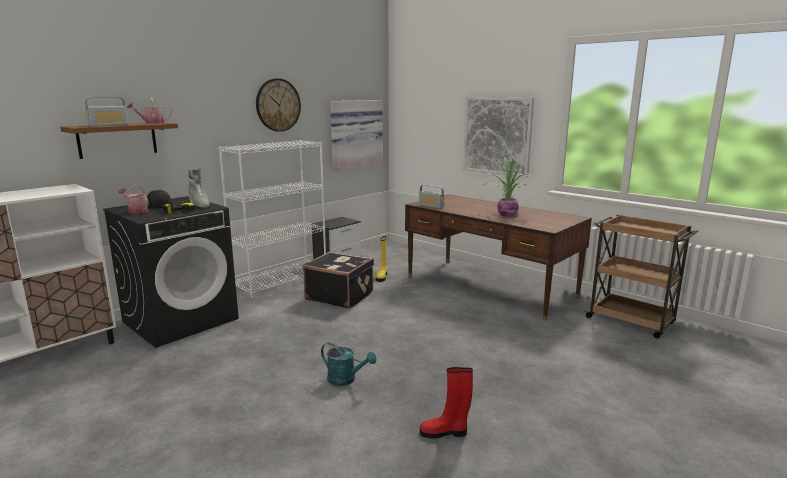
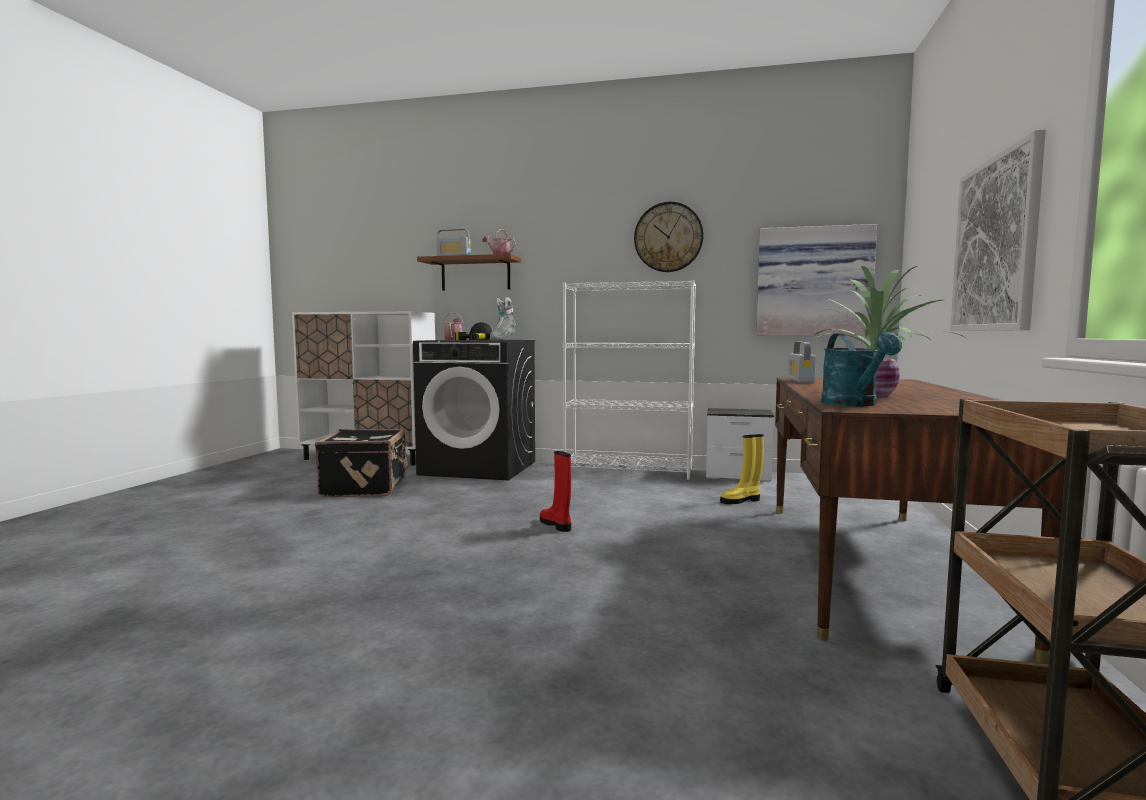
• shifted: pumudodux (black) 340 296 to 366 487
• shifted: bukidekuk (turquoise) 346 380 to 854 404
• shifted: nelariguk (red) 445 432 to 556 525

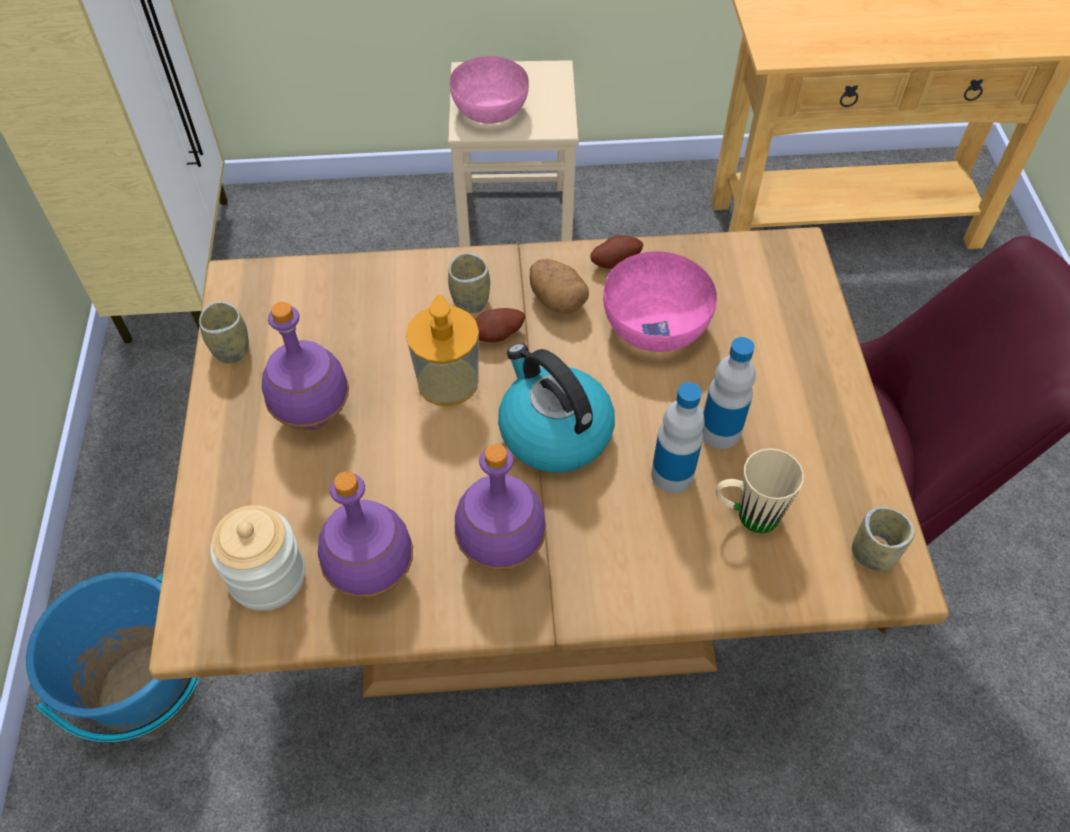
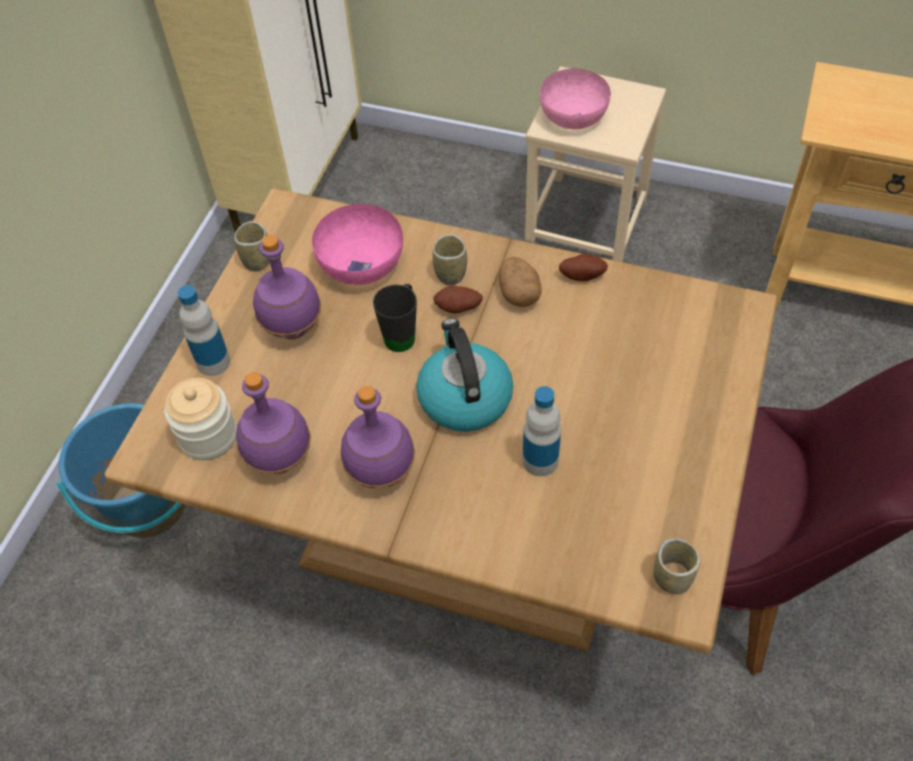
• shifted: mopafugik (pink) 656 325 to 362 264
• swapped: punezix 448 382 to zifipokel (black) 402 333
• shifted: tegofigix 720 431 to 213 362
• gone: zifipokel (beige) 747 515

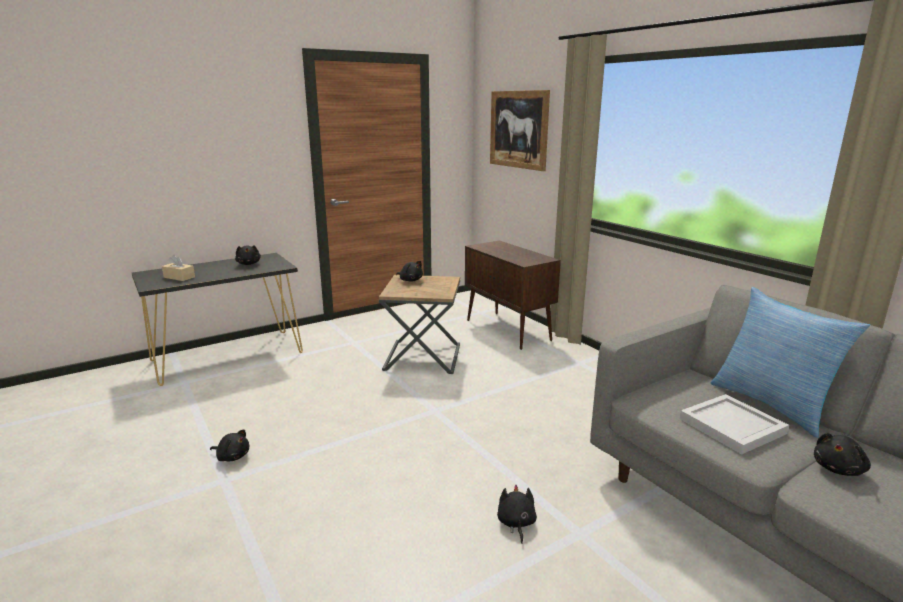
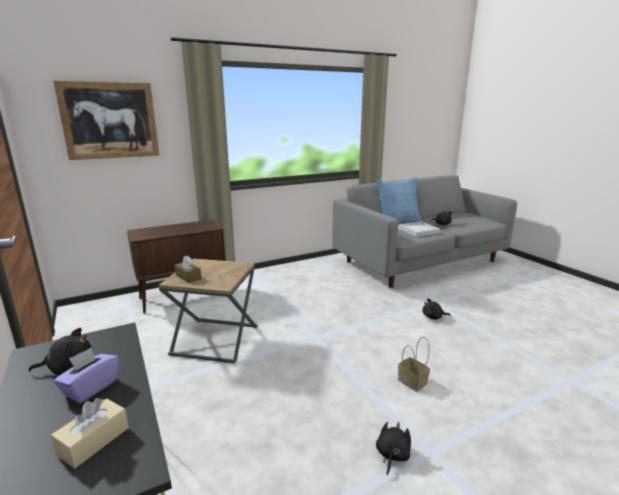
• swapped: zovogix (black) 410 280 to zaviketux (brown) 188 277
• new: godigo 413 382
• new: zaviketux (purple) 91 388

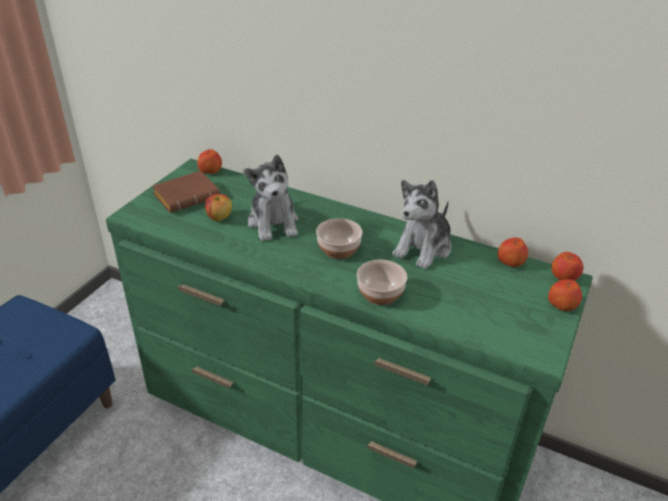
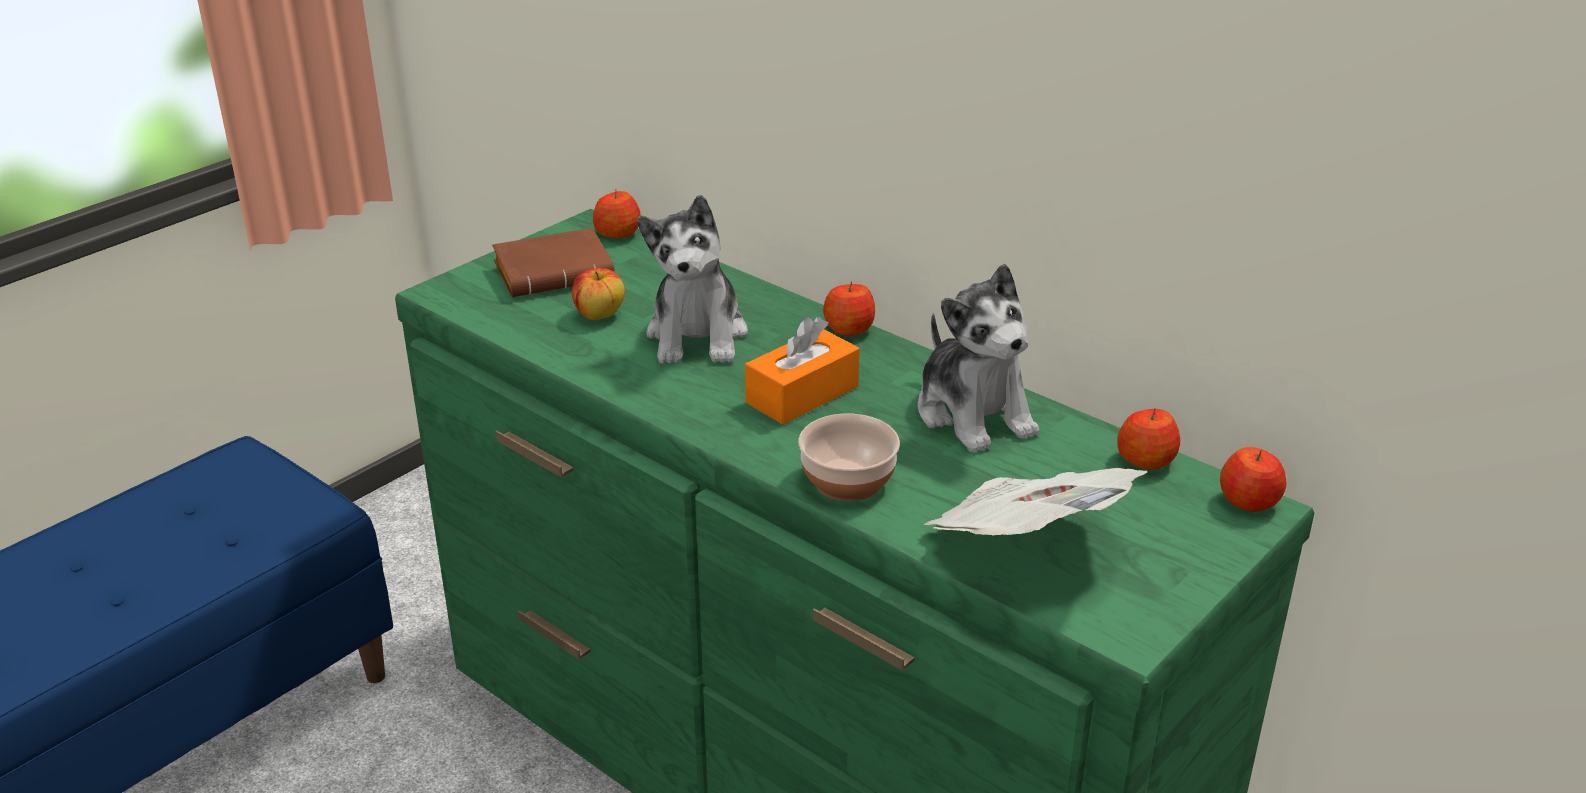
• rotated: zovogix 423 248 = 974 414 75 degrees counterclockwise
• swapped: mopafugik 338 249 to zaviketux (orange) 802 394
• shifted: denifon 562 304 to 849 329
• new: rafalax 1027 543

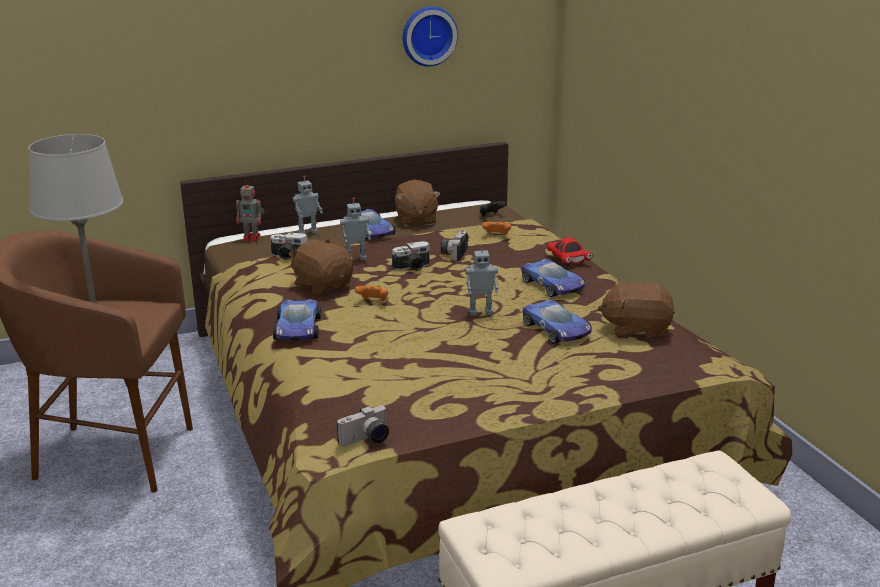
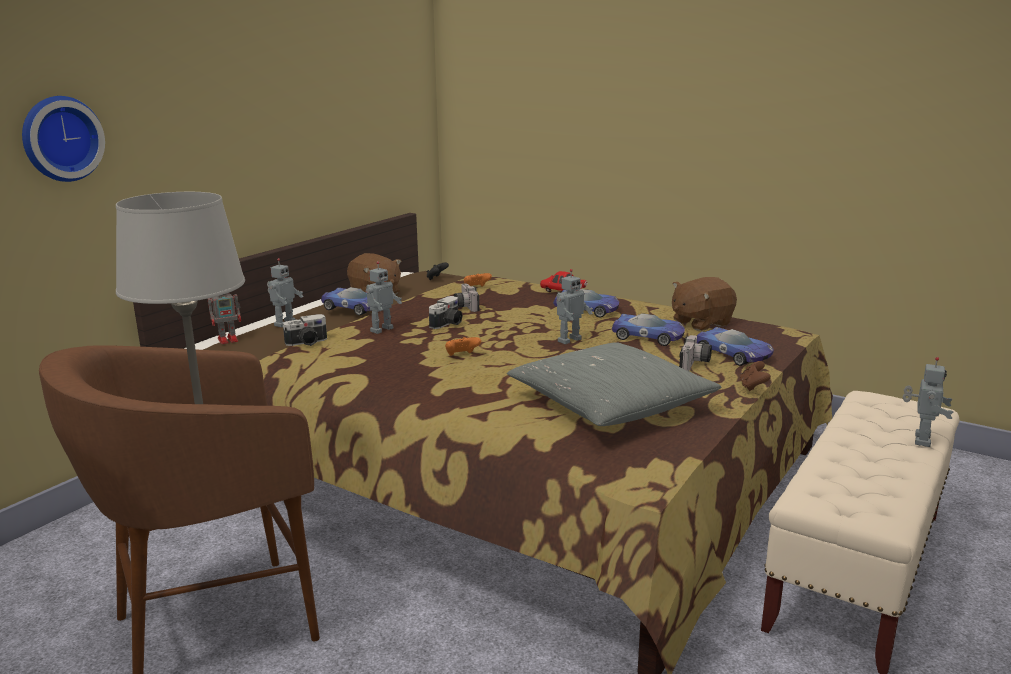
• shifted: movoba 428 35 to 60 138
• gone: zovogix (brown) 323 285
• shifted: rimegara 297 328 to 734 354
• shifted: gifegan 366 440 to 695 364
• new: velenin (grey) 610 404
• new: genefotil 920 439
• new: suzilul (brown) 753 387

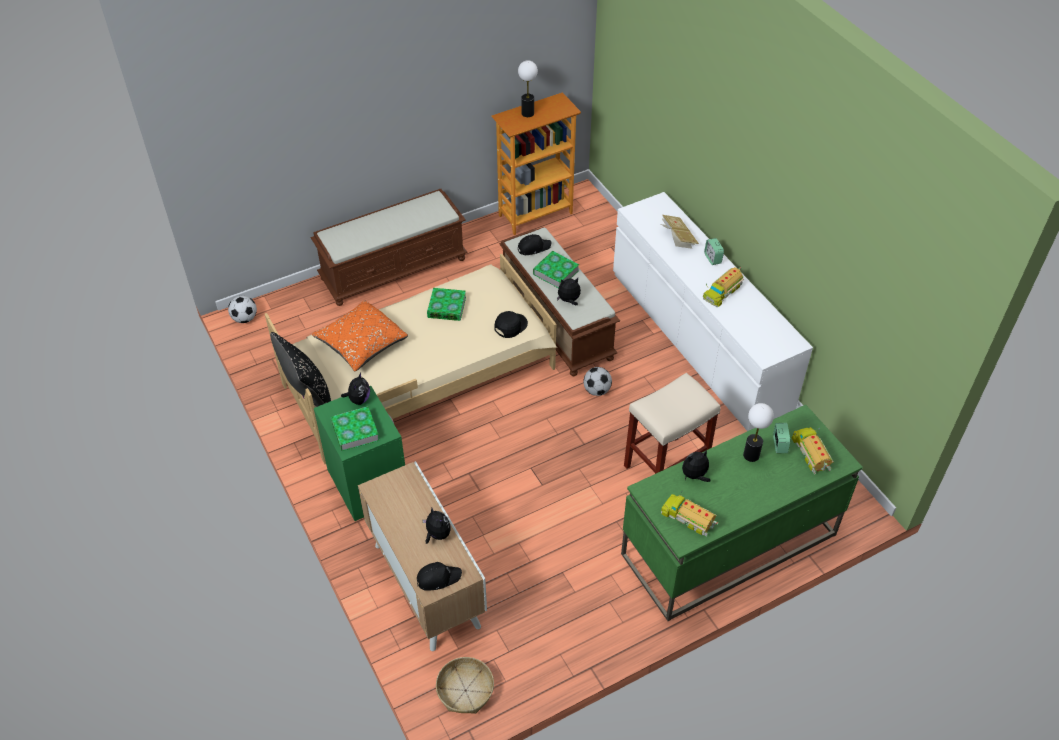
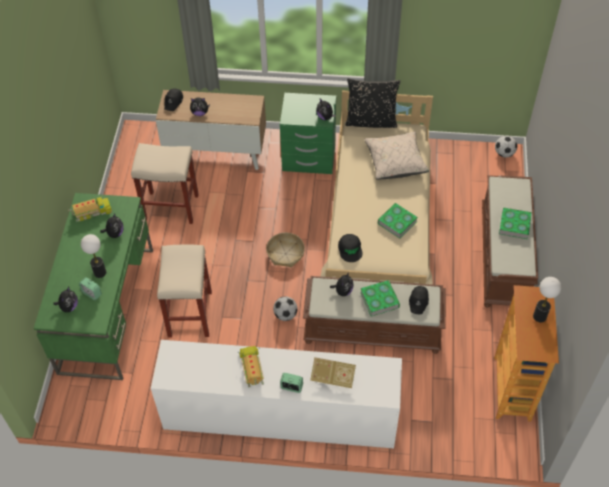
• repainted: velenin (orange) 361 344 to velenin (beige) 395 162
• shifted: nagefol 355 431 to 514 225
• swapped: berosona 812 453 to zovogix 69 307
• shifted: godigo 465 690 to 285 253
• new: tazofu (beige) 172 207

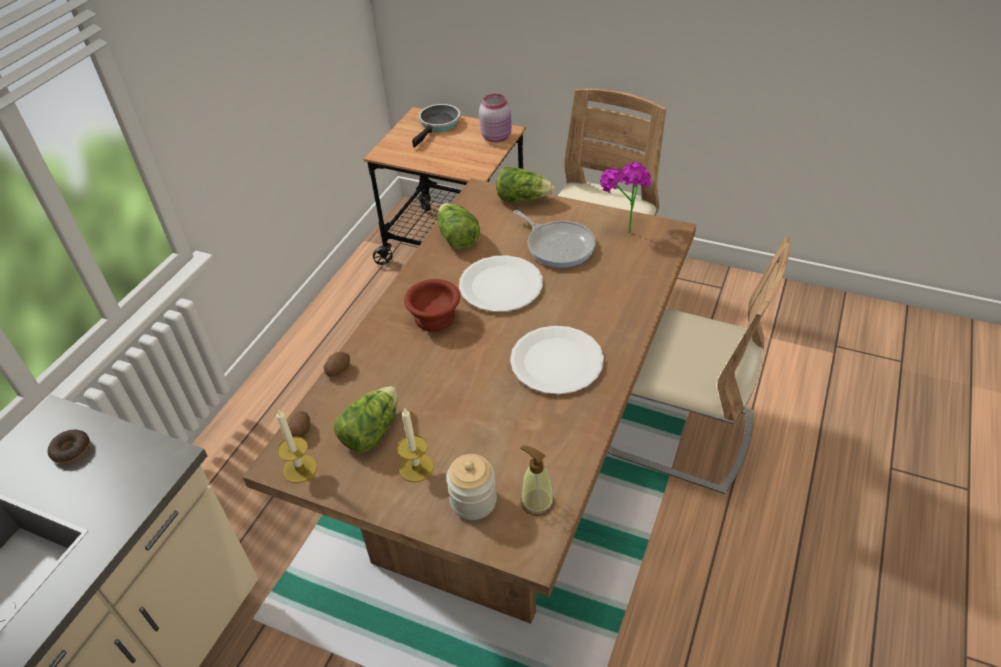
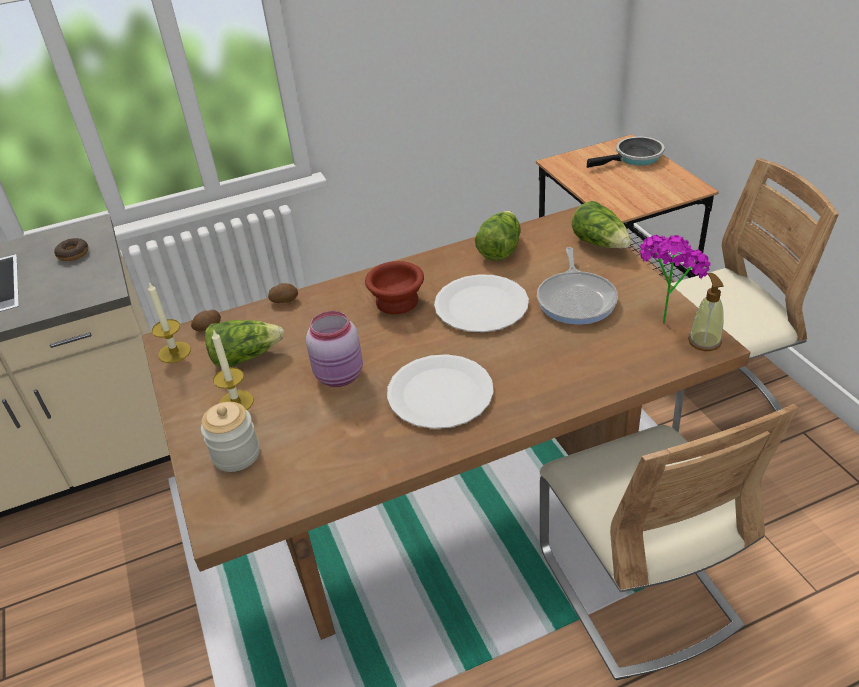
• shifted: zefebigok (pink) 497 137 to 340 376
• shifted: punezix 537 502 to 704 341

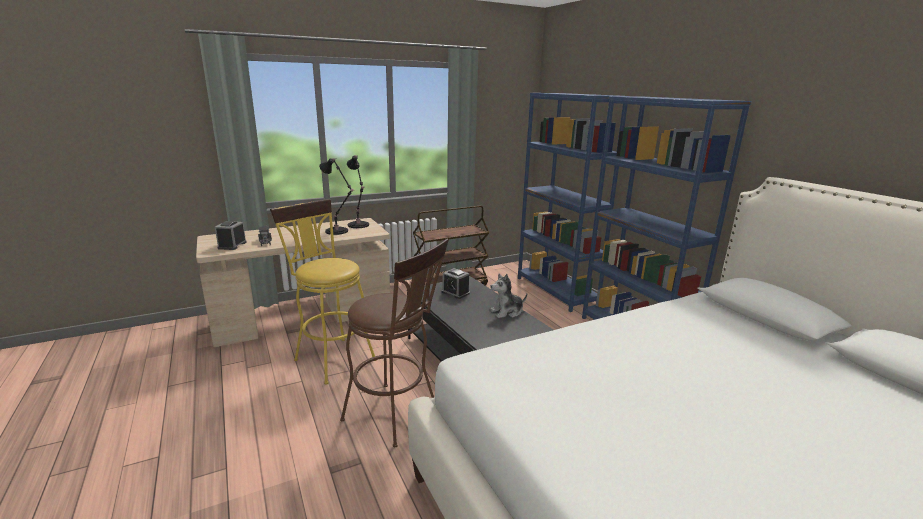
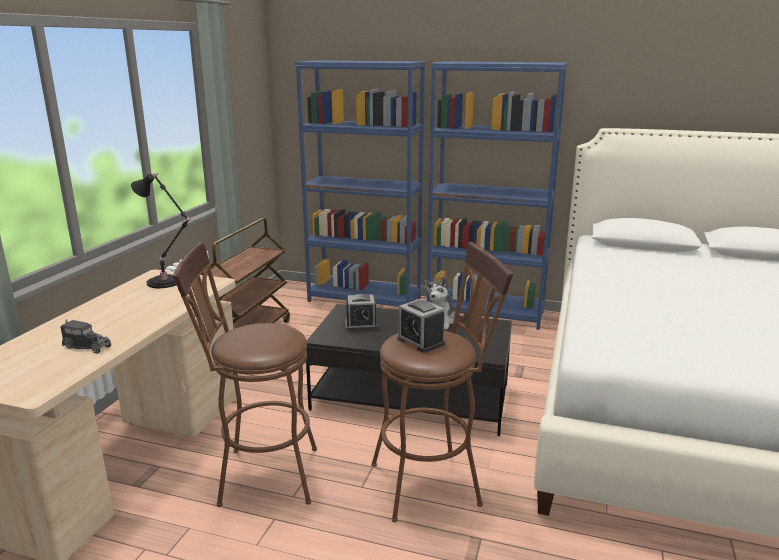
• gone: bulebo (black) 338 231
• repainted: tazofu (yellow) 331 357 to tazofu (brown) 259 476
• shifted: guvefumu 232 245 to 420 341

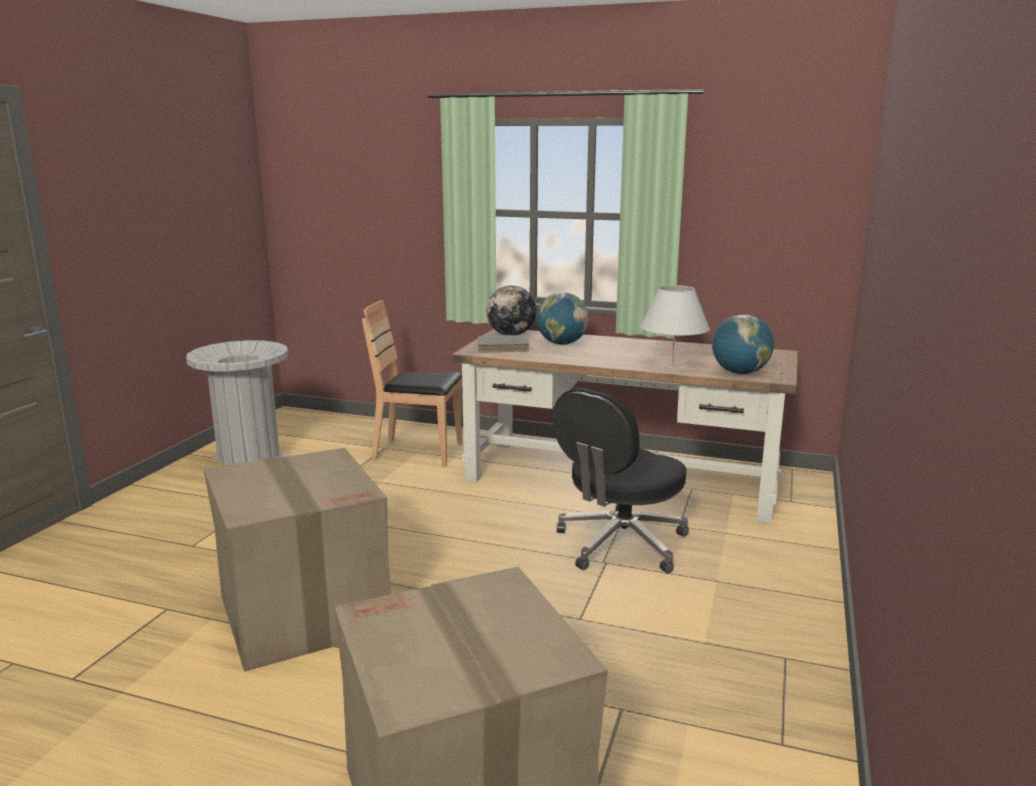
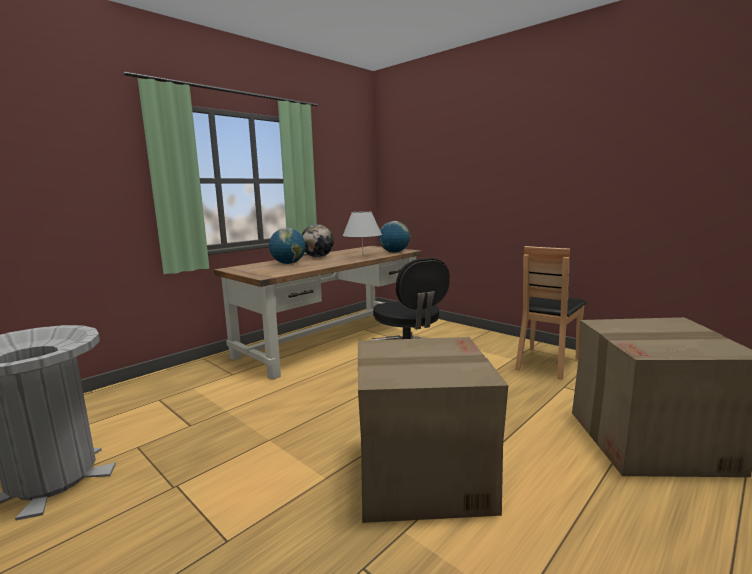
• shifted: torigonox 511 335 to 318 257
• shifted: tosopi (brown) 418 452 to 546 363
• gone: nagefol (grey) 504 347

